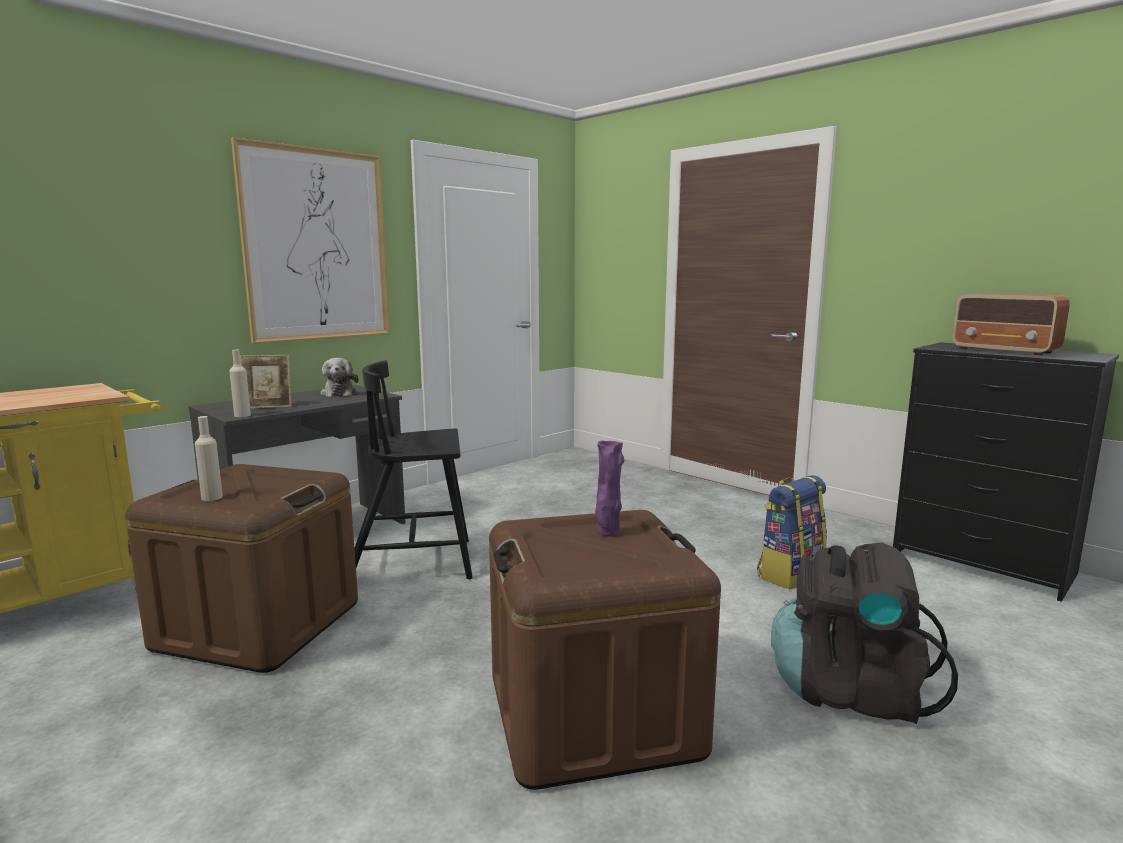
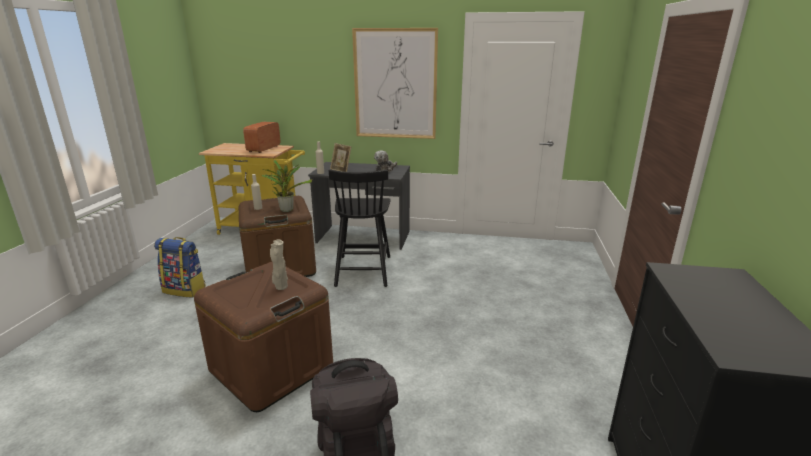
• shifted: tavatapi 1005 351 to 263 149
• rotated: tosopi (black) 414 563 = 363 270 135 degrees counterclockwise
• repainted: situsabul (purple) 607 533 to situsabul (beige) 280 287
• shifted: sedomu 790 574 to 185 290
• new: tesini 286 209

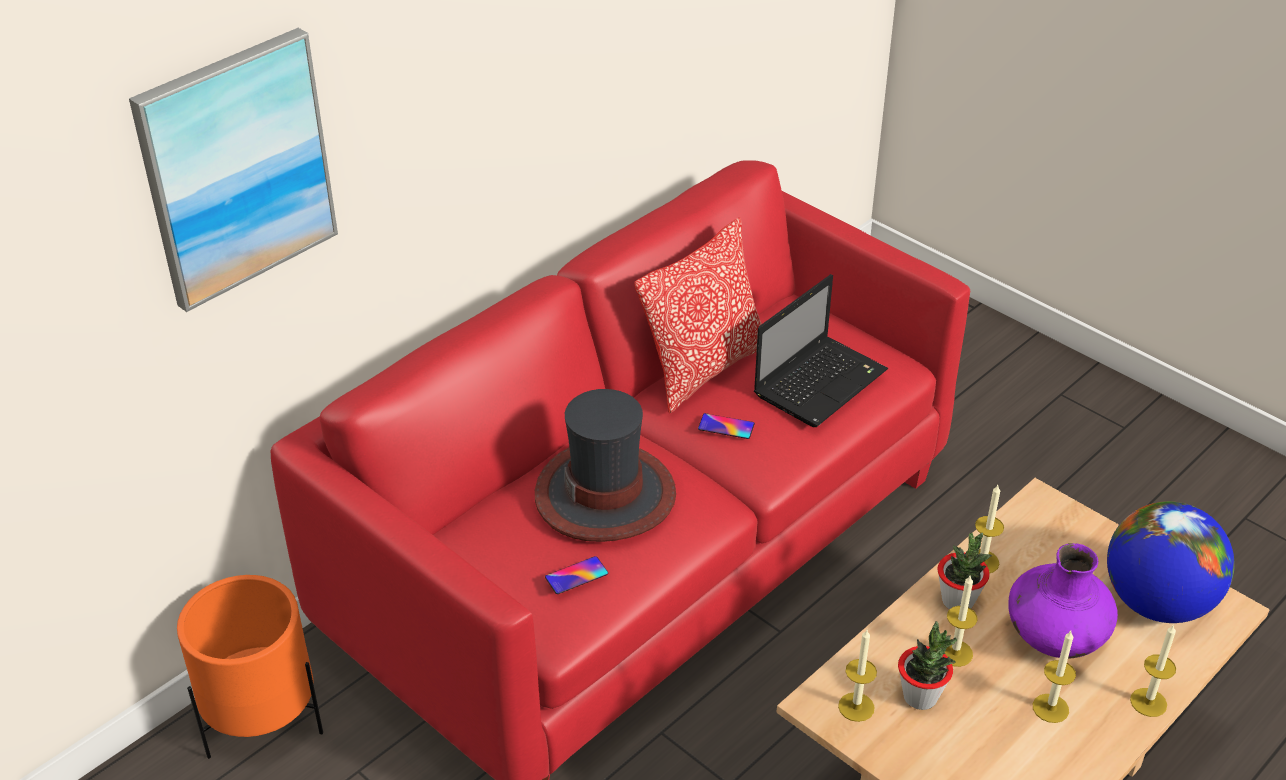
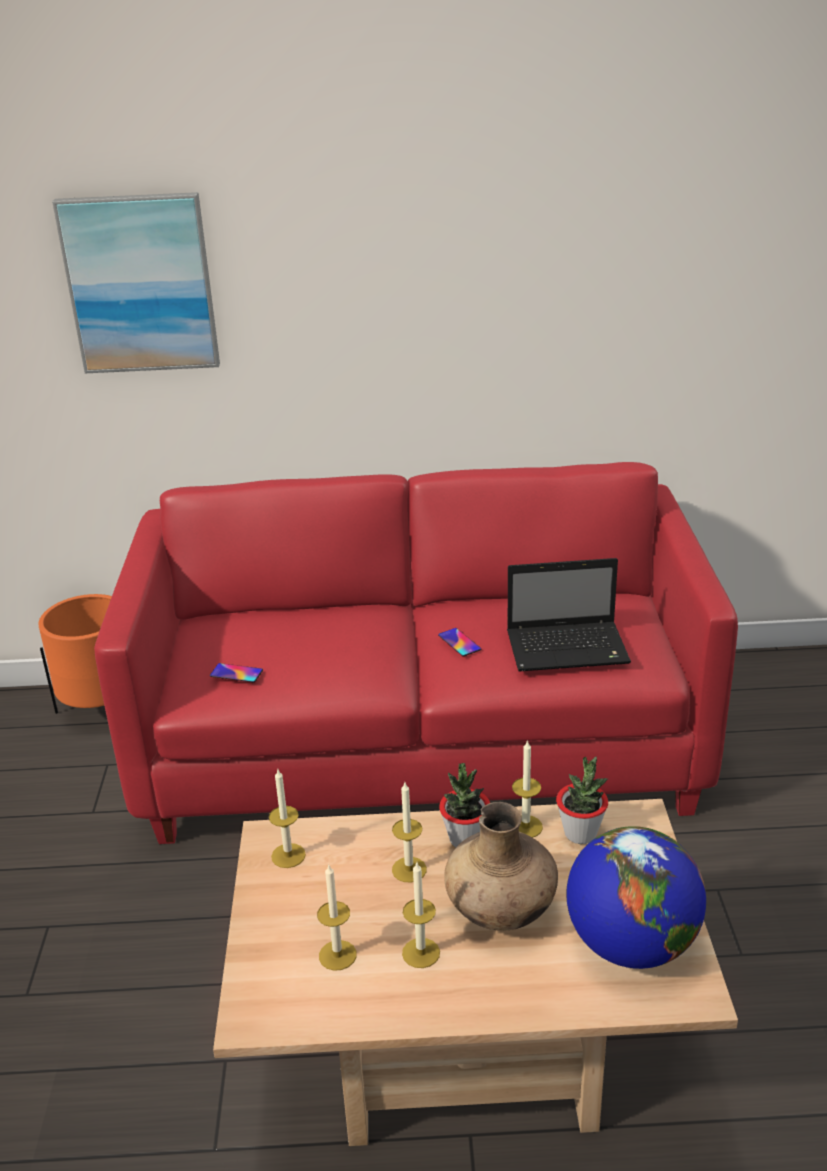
• gone: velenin 704 369
• gone: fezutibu 606 494
• repainted: situsabul (purple) 1054 638 to situsabul (brown) 501 910
• shifted: tesini 920 697 to 580 833
• shifted: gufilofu 1148 702 to 337 955

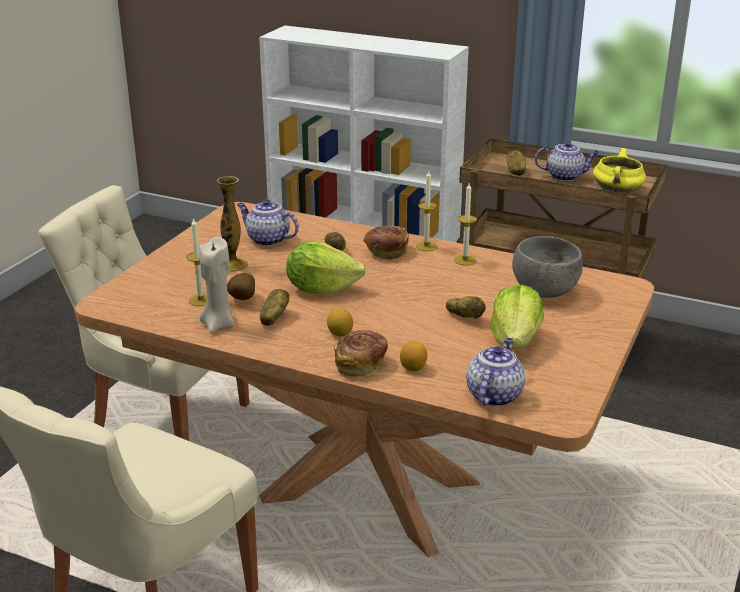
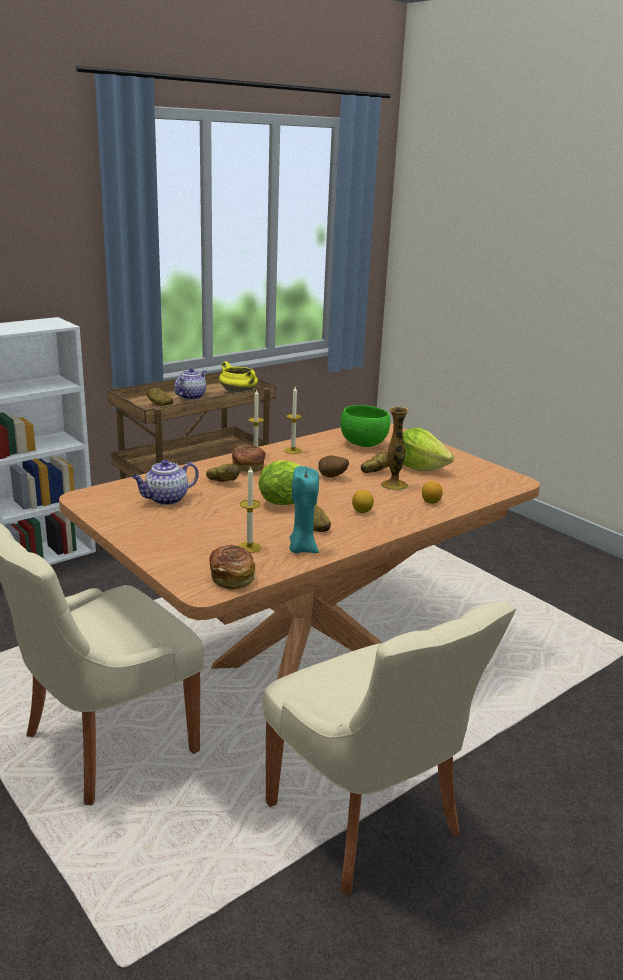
• shifted: situsabul 232 265 to 394 485
• repainted: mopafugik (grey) 544 292 to mopafugik (green) 364 444
• repainted: gufilofu (beige) 218 324 to gufilofu (turquoise) 302 549
• shifted: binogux 241 300 to 332 477
• shifted: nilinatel 361 364 to 232 577
• gone: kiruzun 493 395

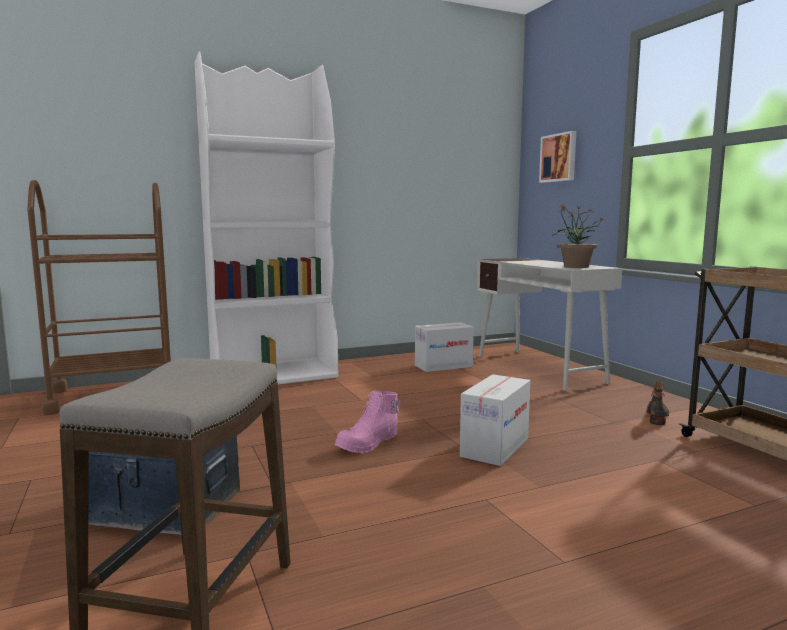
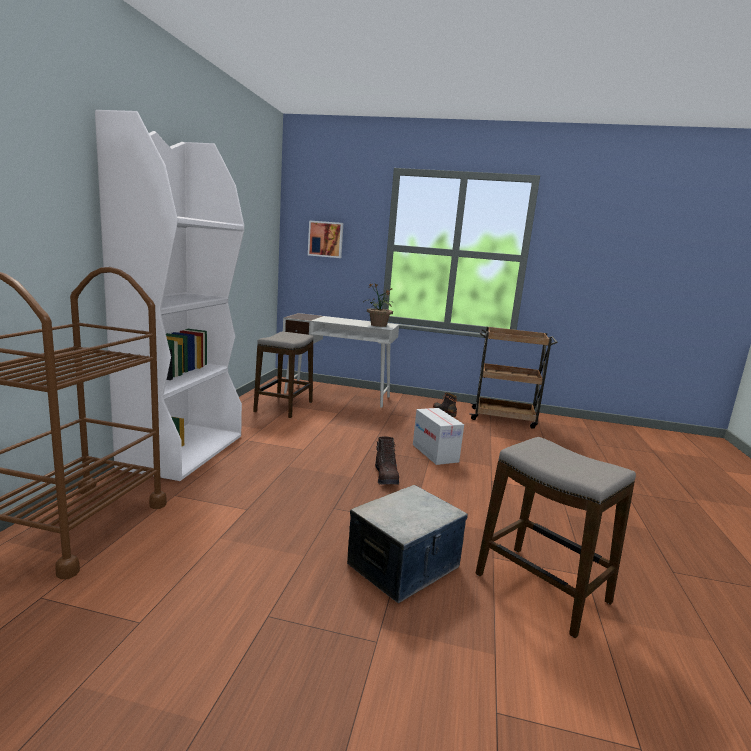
• swapped: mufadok 443 366 to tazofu 283 407
• repainted: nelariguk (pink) 368 444 to nelariguk (brown) 386 477

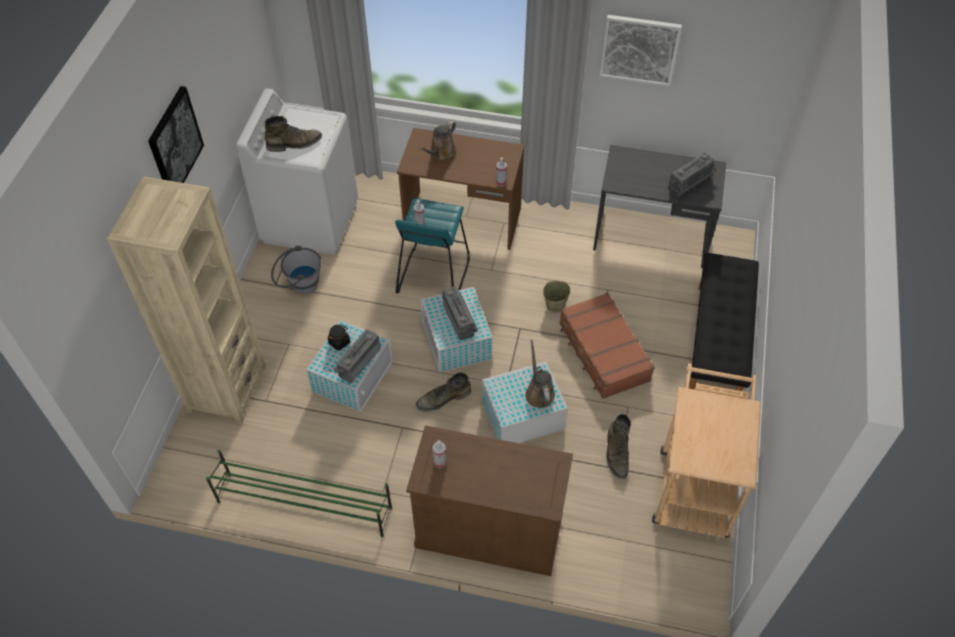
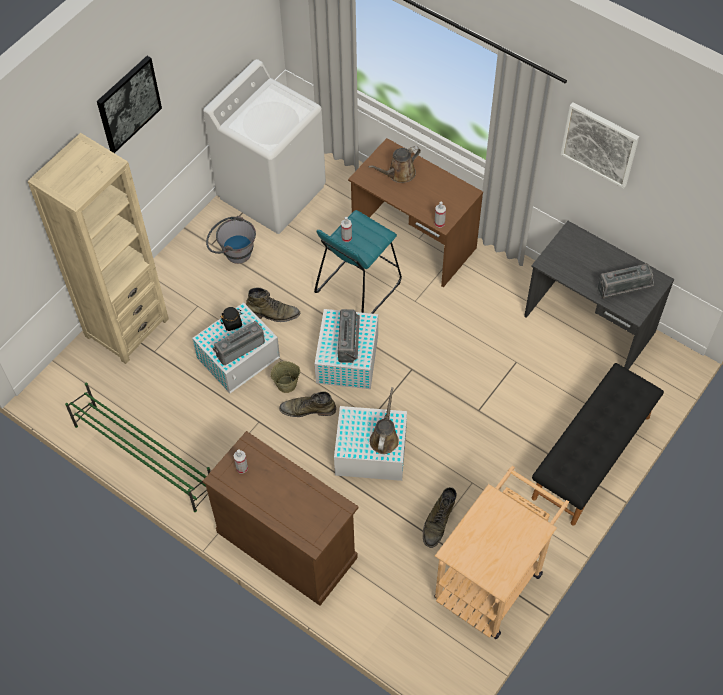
• shifted: nelariguk (green) 295 143 to 273 313
• shifted: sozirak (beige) 555 304 to 287 384
• gone: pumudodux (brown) 603 352

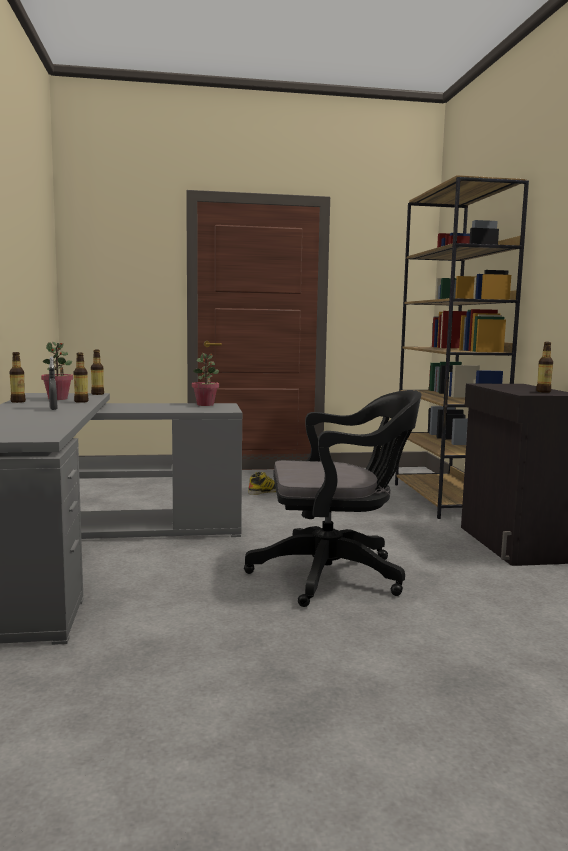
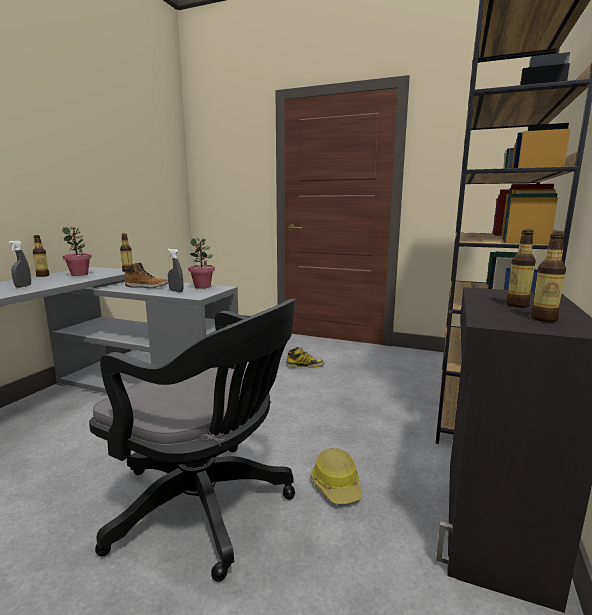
• shifted: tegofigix 81 401 to 517 305
• new: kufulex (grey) 176 291
• new: nelariguk 147 286
• new: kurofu 337 485

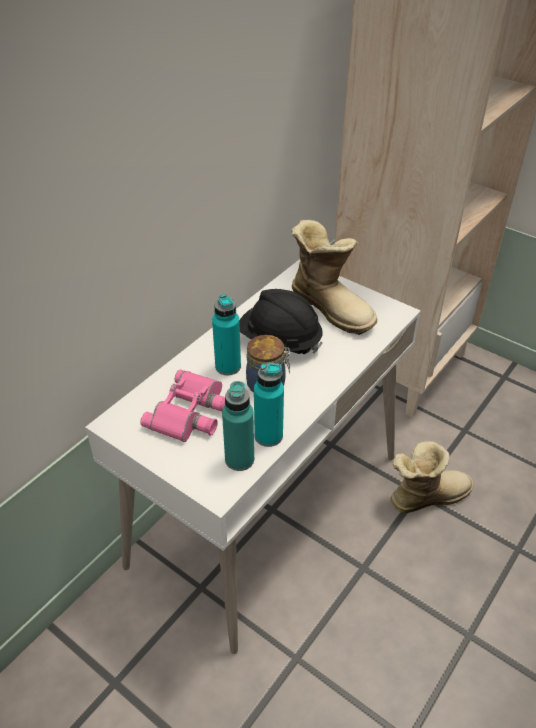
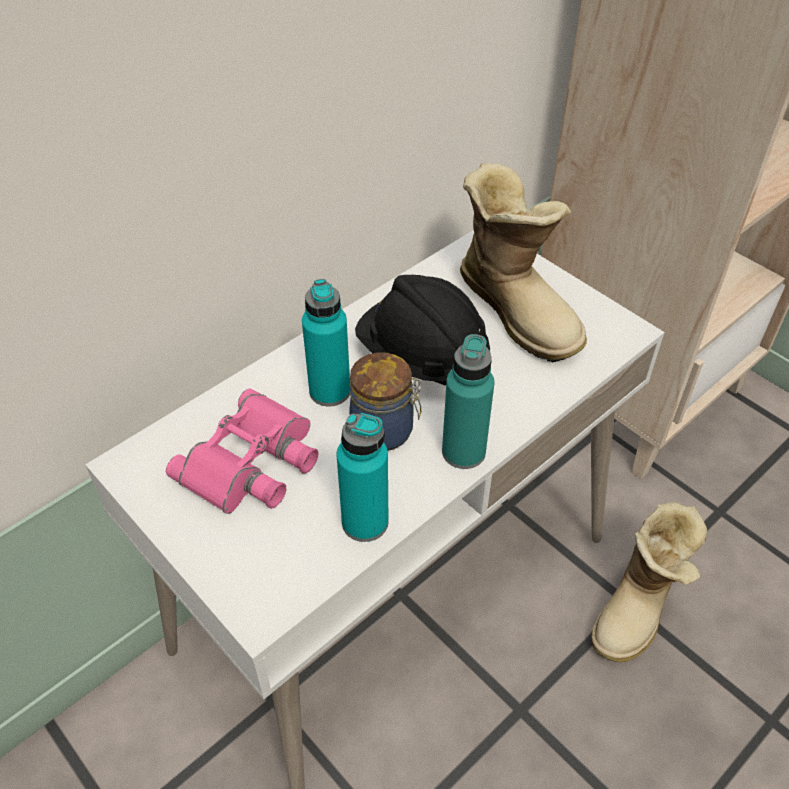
• shifted: tegofigix (turquoise) 239 459 to 463 452
• rotated: nelariguk 425 495 = 639 608 135 degrees clockwise

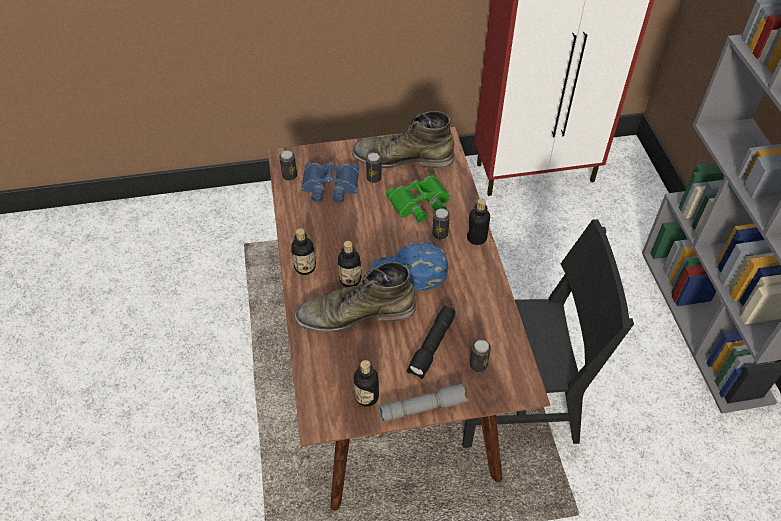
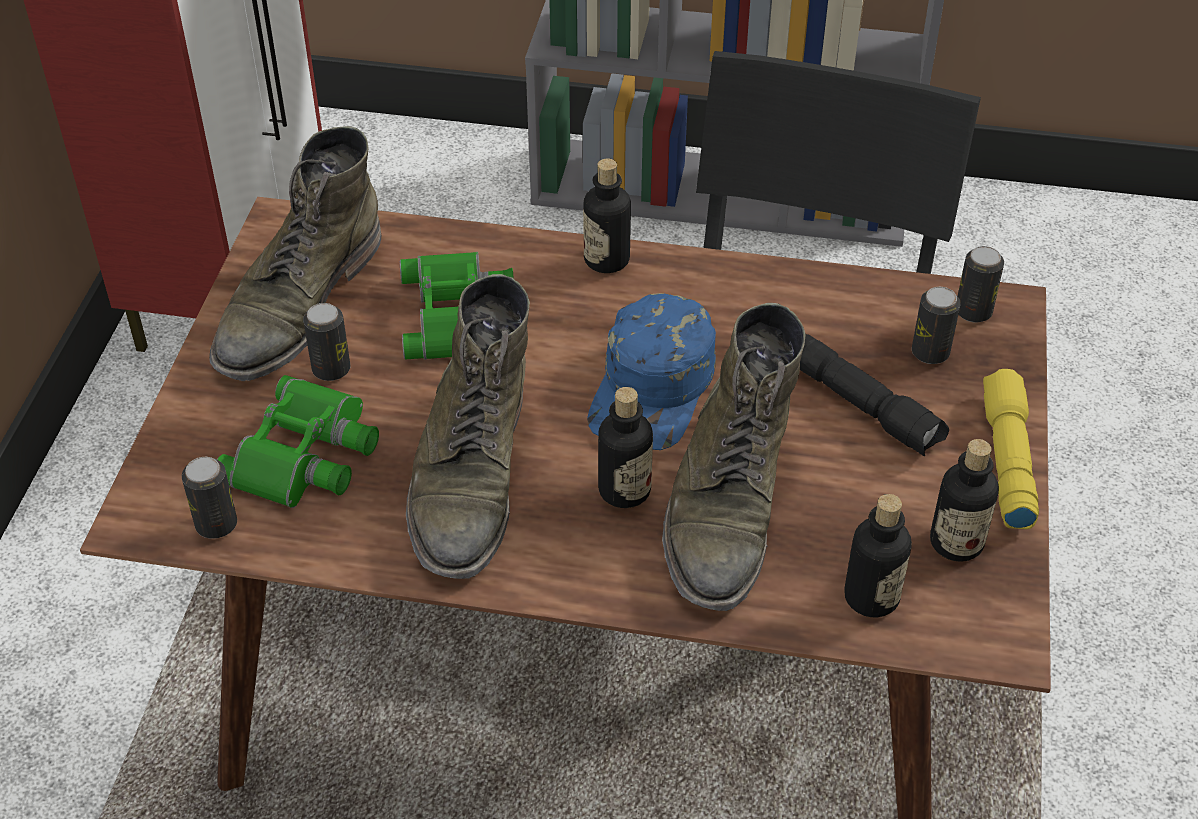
• repainted: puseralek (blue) 330 186 to puseralek (green) 306 455
• shifted: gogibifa 440 234 to 973 311
• shifted: tegofigix 305 267 to 871 597
• repainted: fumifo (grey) 423 406 to fumifo (yellow) 1005 459
• new: nelariguk (green) 471 476

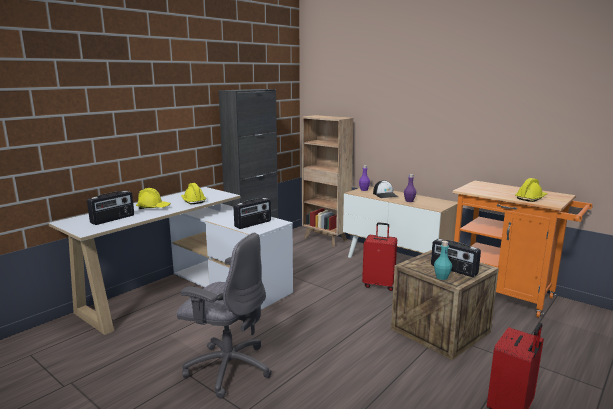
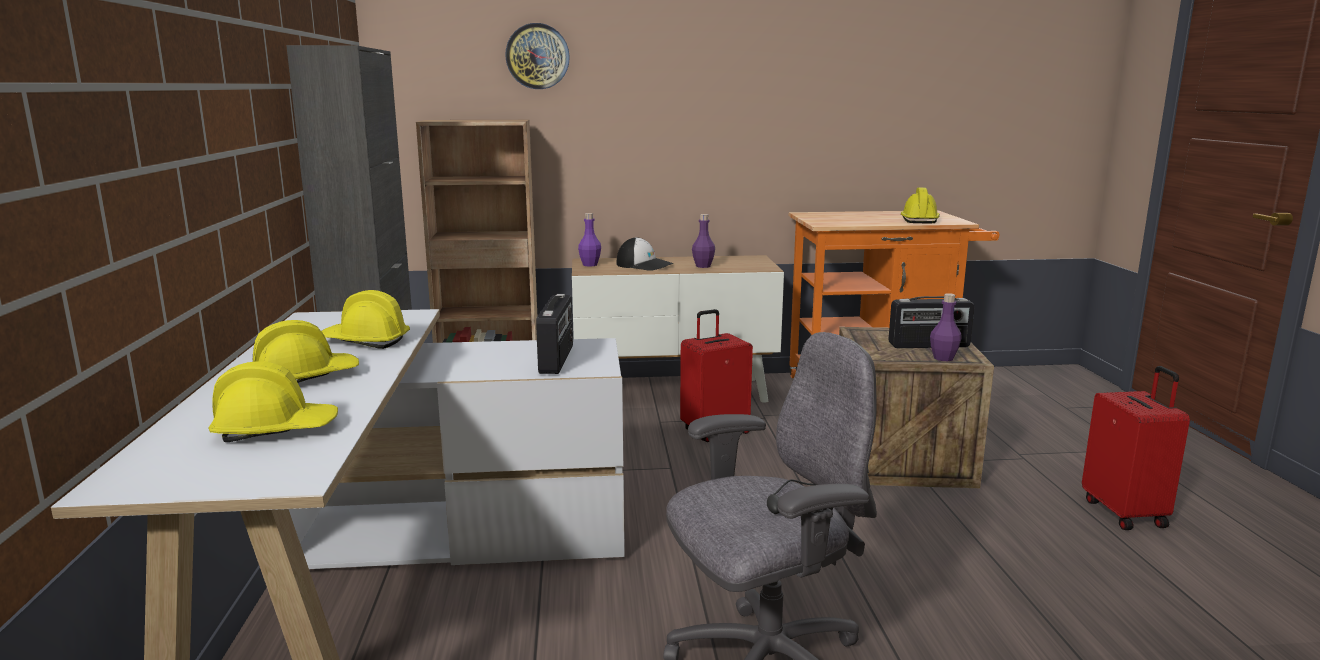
• swapped: tavatapi 113 219 to kurofu (yellow) 276 430
• repainted: tegofigix (turquoise) 441 277 to tegofigix (purple) 943 358
• new: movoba 537 56

